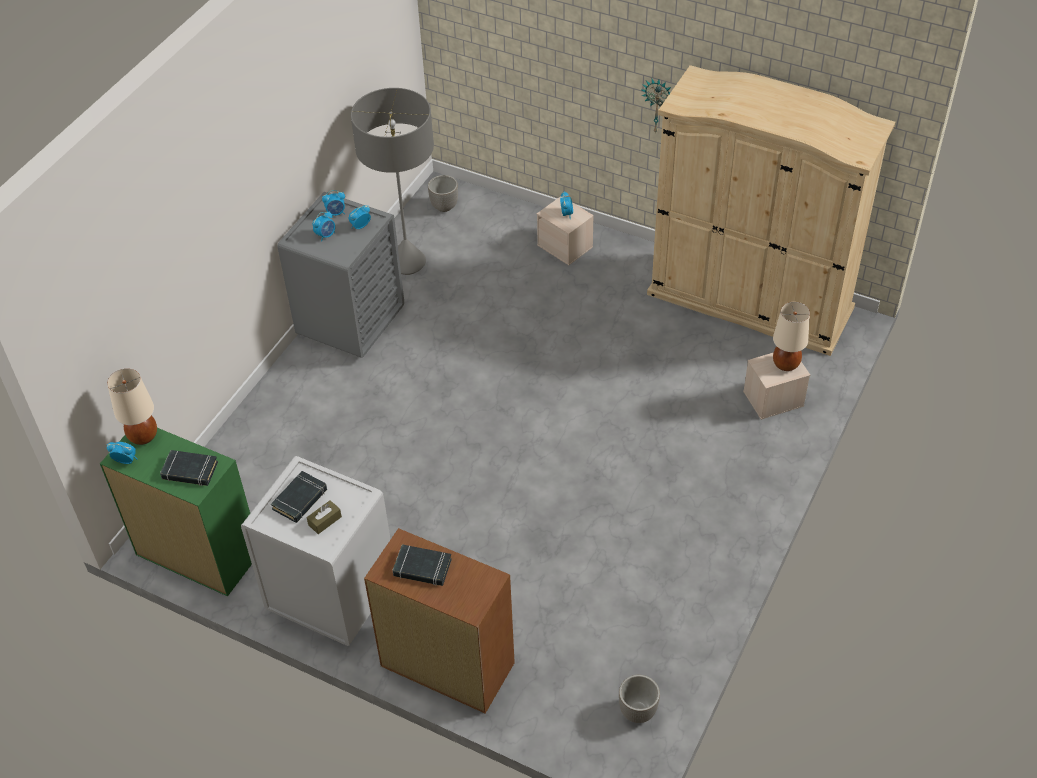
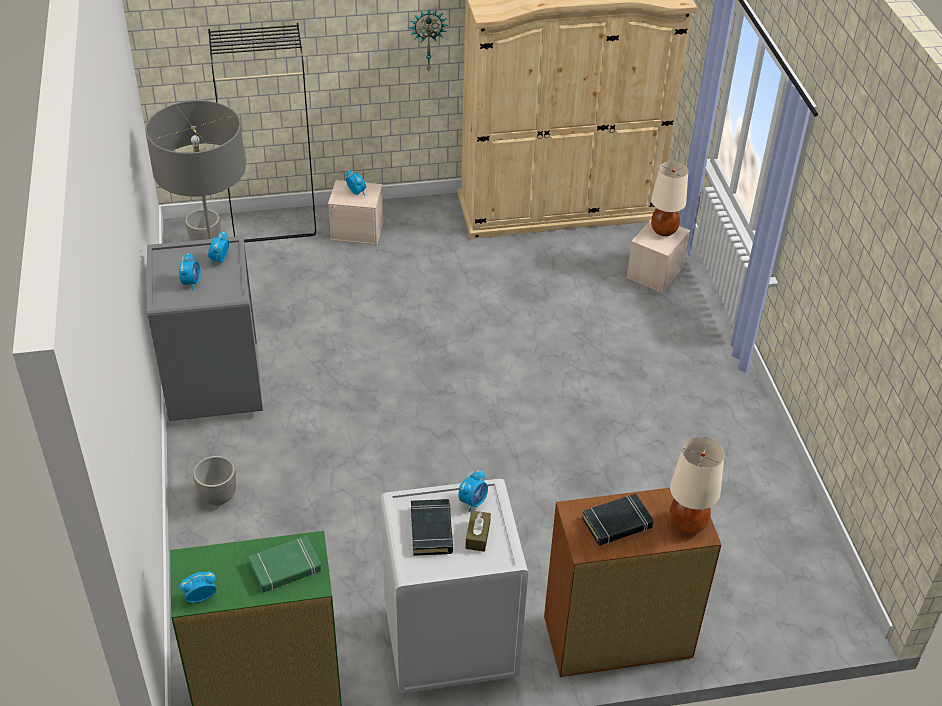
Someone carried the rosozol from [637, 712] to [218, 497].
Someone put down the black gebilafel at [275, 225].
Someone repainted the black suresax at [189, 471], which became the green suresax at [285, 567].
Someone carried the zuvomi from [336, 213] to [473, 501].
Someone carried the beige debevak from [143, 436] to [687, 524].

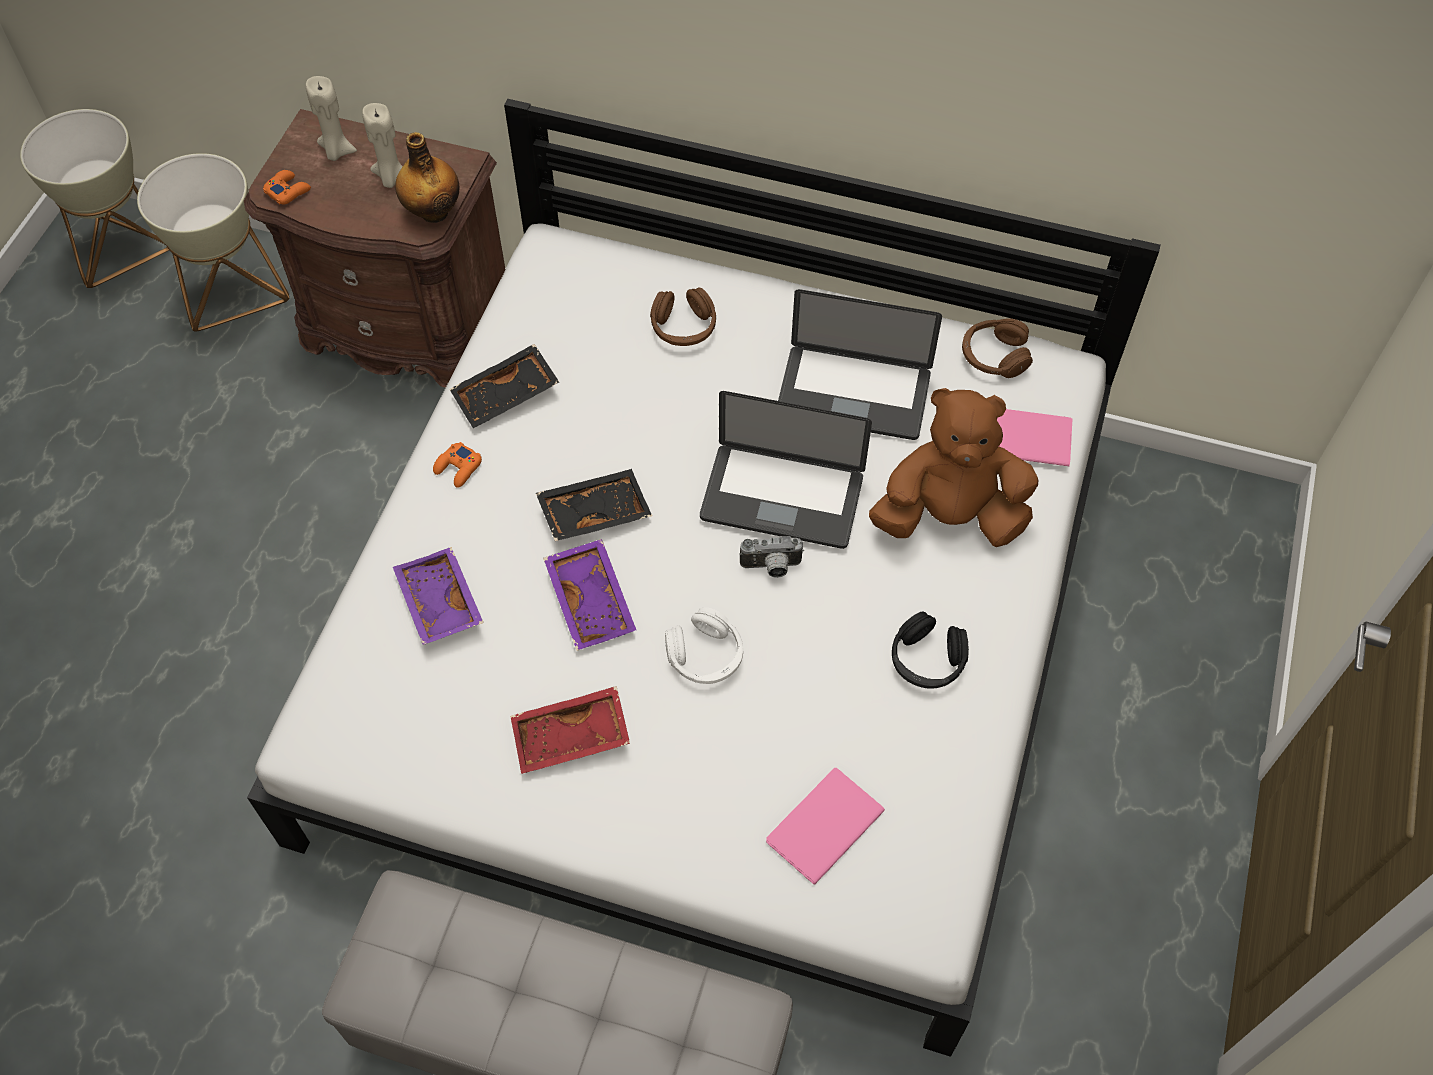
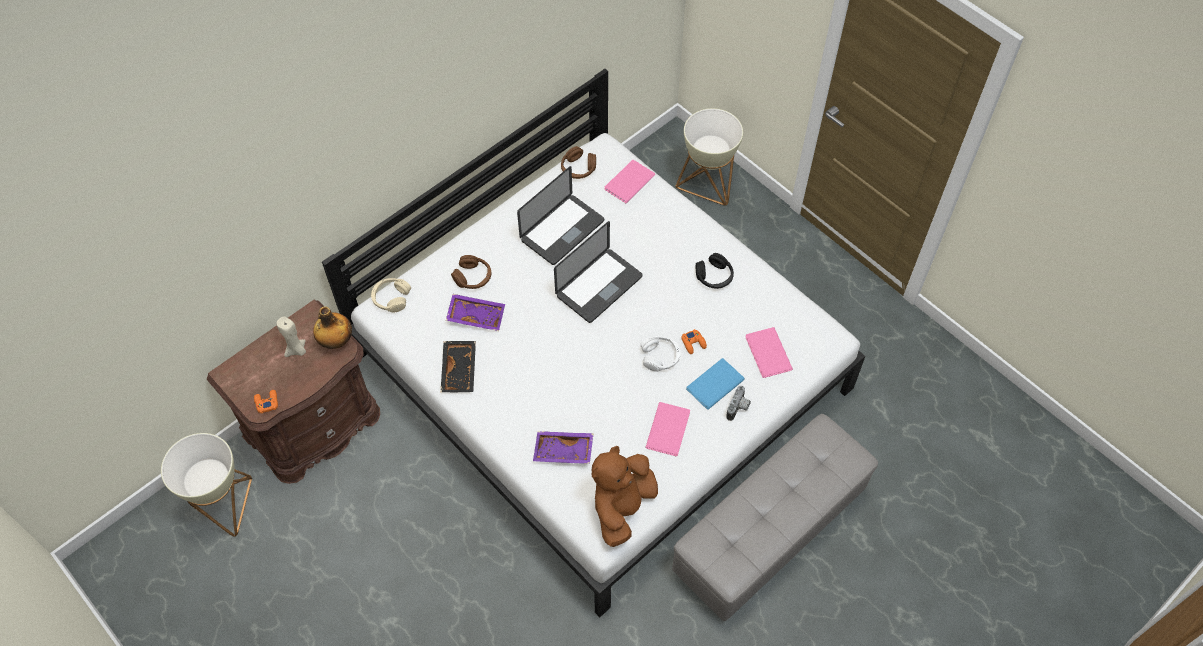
Someone put down the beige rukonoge at [391, 298].
Someone carried the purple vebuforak from [592, 601] to [476, 315].
Someone carried the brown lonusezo from [949, 516] to [622, 507].
Someone swapped the red vebuforak at [571, 739] for the pink suresax at [669, 428].
Someone carried the rosozol from [123, 251] to [707, 184].
Someone carried the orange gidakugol from [458, 468] to [693, 343].
Someone put down the blue suresax at [713, 384].
Someone carried the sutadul from [771, 567] to [738, 408].
Someone took away the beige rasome at [336, 151].
Someone took away the black vebuforak at [594, 511].

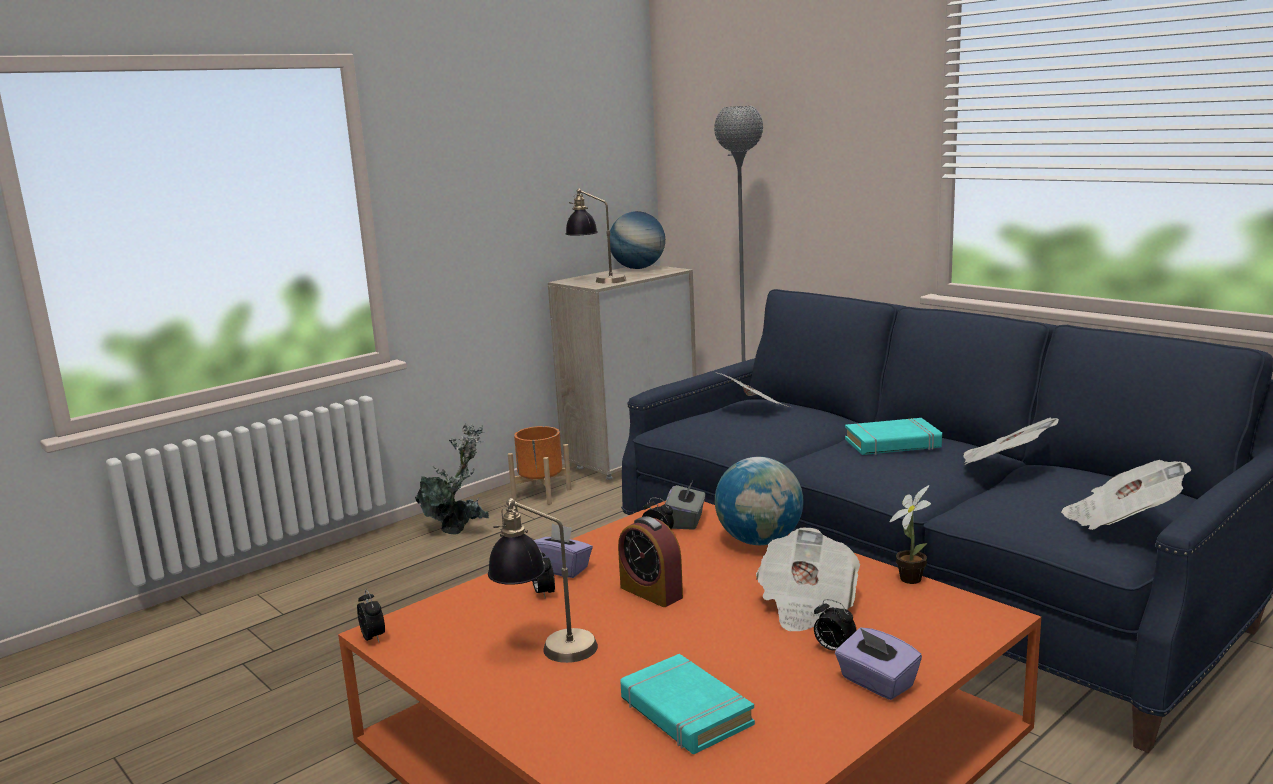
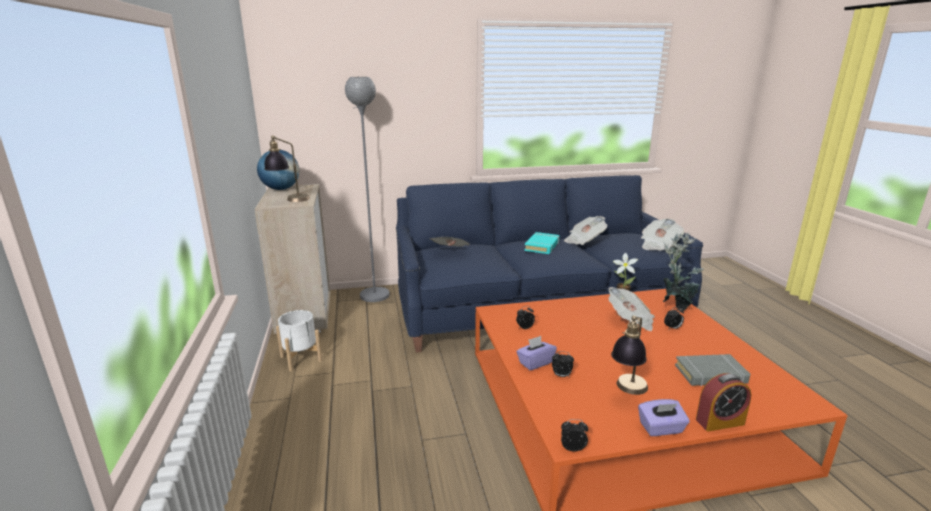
Someone repainted the orange rosozol at [541, 494], which became the white rosozol at [300, 359].
Someone carried the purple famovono from [876, 683] to [661, 428].
Someone carried the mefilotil from [458, 529] to [676, 307].
Someone repainted the turquoise suresax at [685, 712], which became the grey suresax at [711, 374].
Someone carried the zuvomi from [651, 592] to [720, 422].
Someone took away the grey famovono at [686, 521].
Someone took away the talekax at [759, 541].

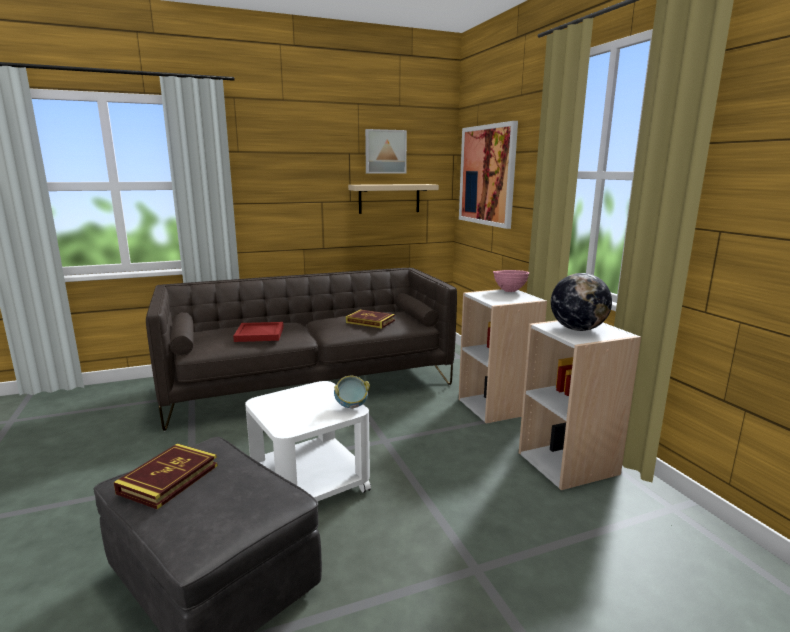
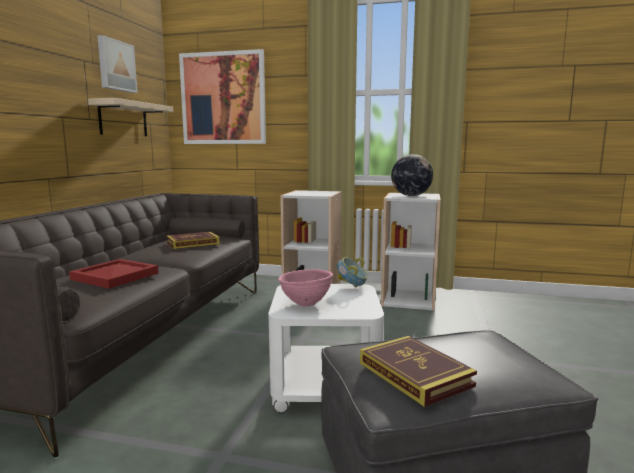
Someone carried the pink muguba from [509, 291] to [305, 304].

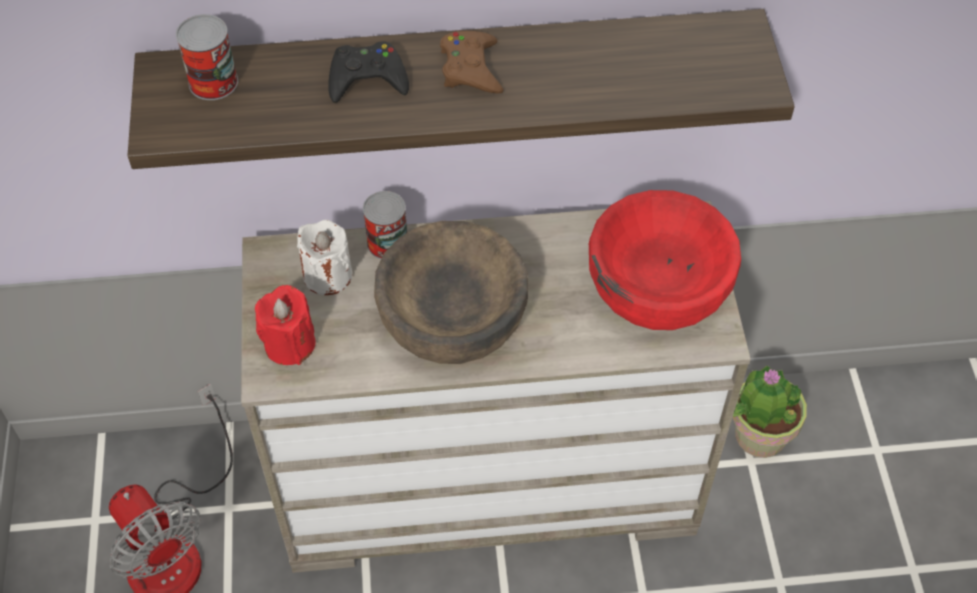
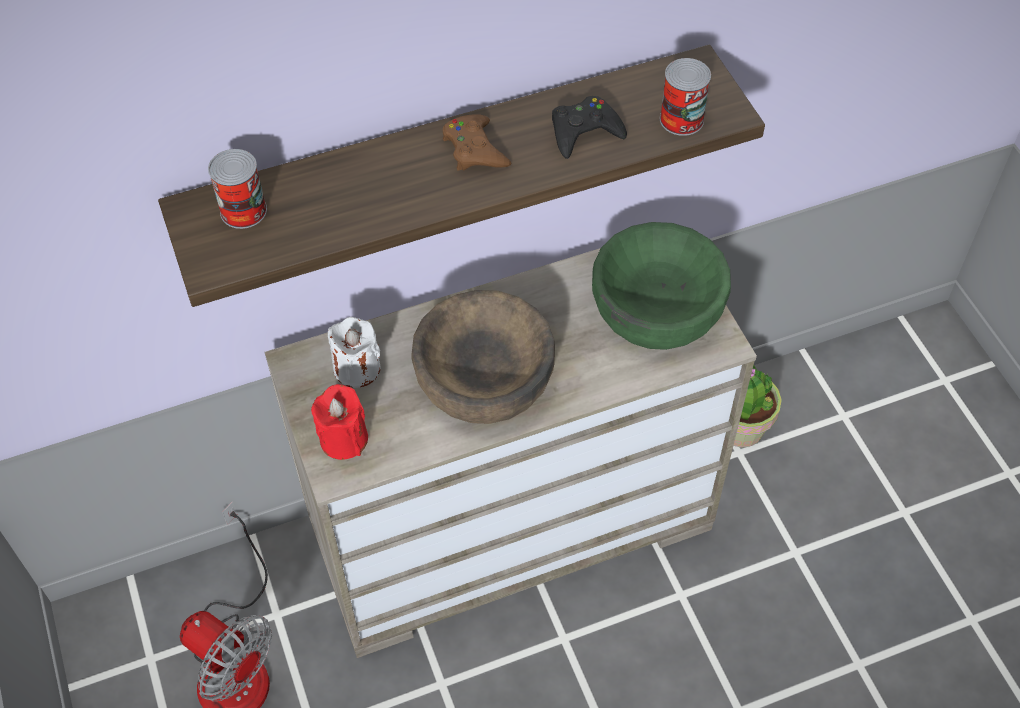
Someone carried the black gidakugol from [367, 79] to [584, 132].
Someone repainted the red muguba at [658, 286], which became the green muguba at [657, 310].
Someone carried the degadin from [387, 243] to [681, 119].

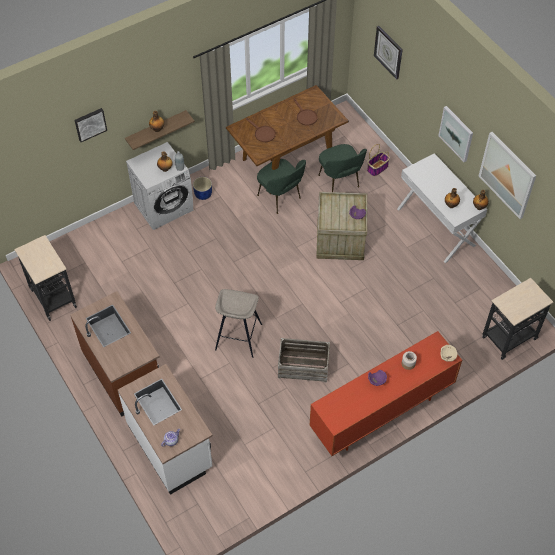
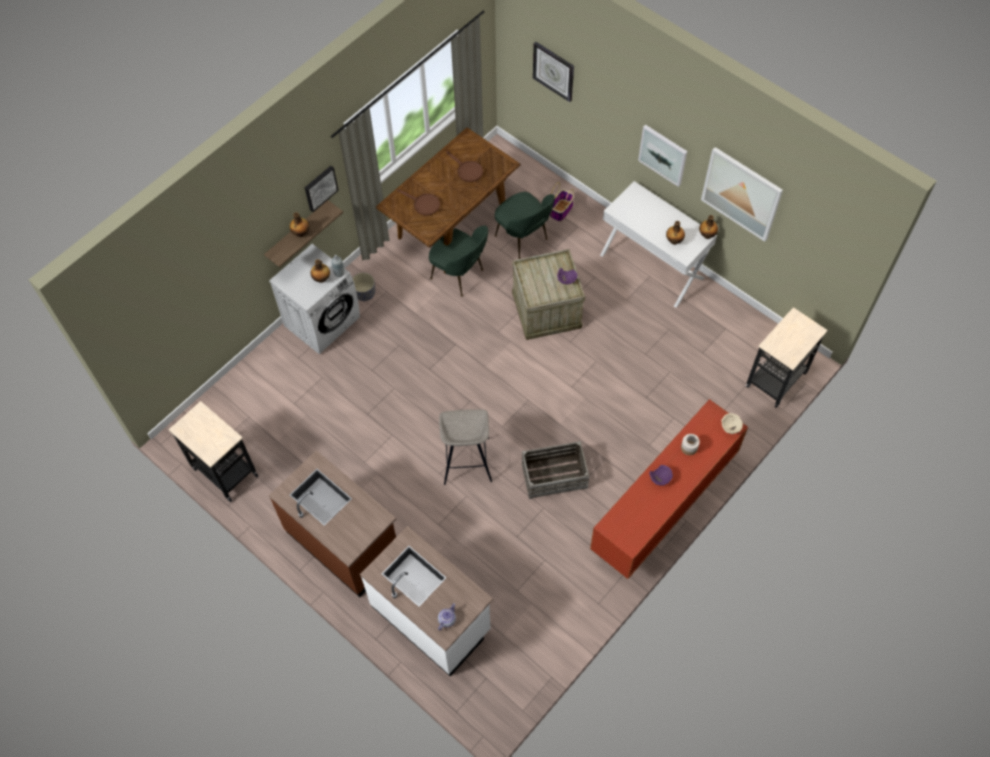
Someone carried the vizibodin from [90, 124] to [320, 187].
Someone repainted the blue rosozol at [203, 194], which became the grey rosozol at [365, 293].

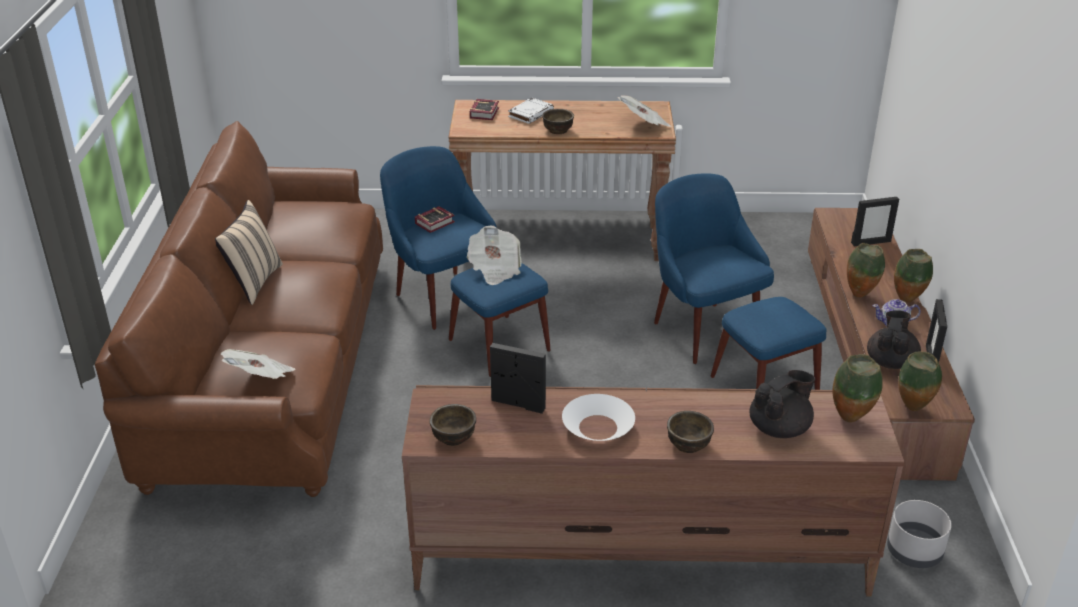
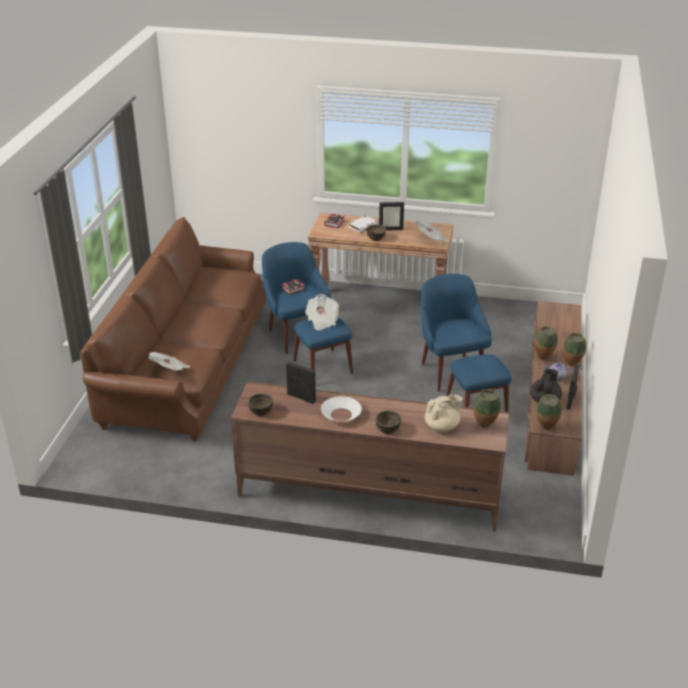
Someone carried the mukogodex from [871, 242] to [390, 229].
Someone repainted the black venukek at [780, 428], which became the beige venukek at [442, 426].
Someone took away the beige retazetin at [253, 282].
Someone took away the grey rosozol at [914, 551].

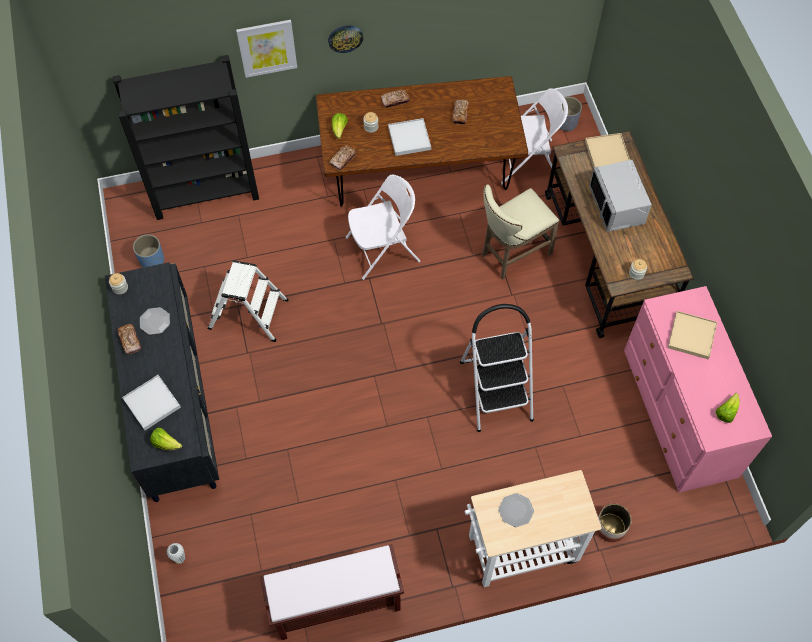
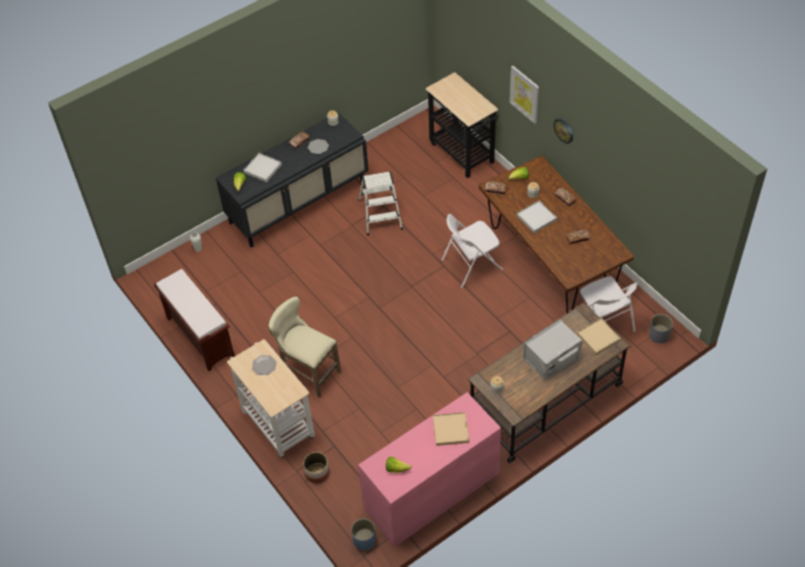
Someone carried the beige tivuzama from [512, 254] to [308, 372].
Someone carried the blue rosozol from [152, 260] to [364, 540].
Someone swapped the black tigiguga at [205, 191] for the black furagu at [462, 153].
Someone rotated the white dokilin at [383, 249] by 105 degrees clockwise.
Someone took away the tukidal at [496, 388].

